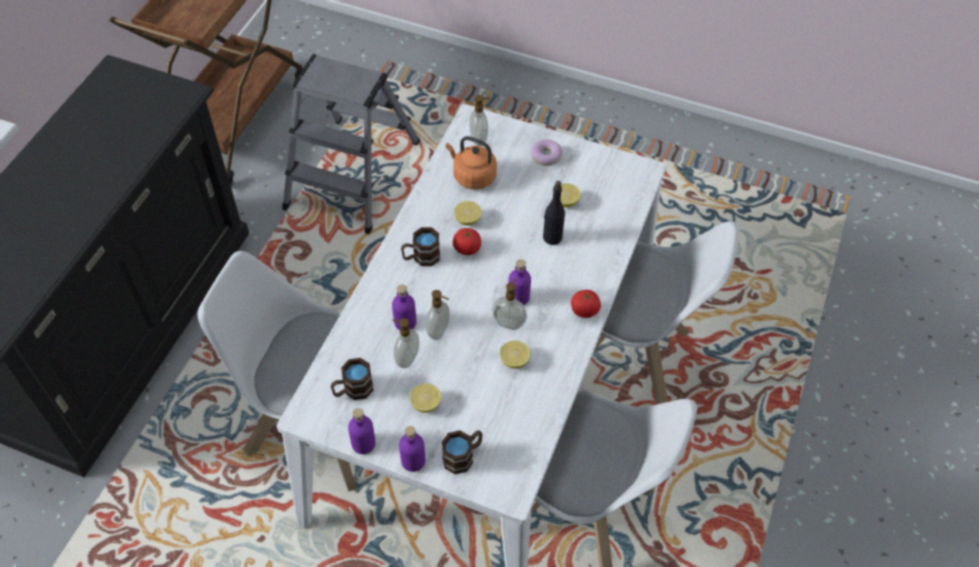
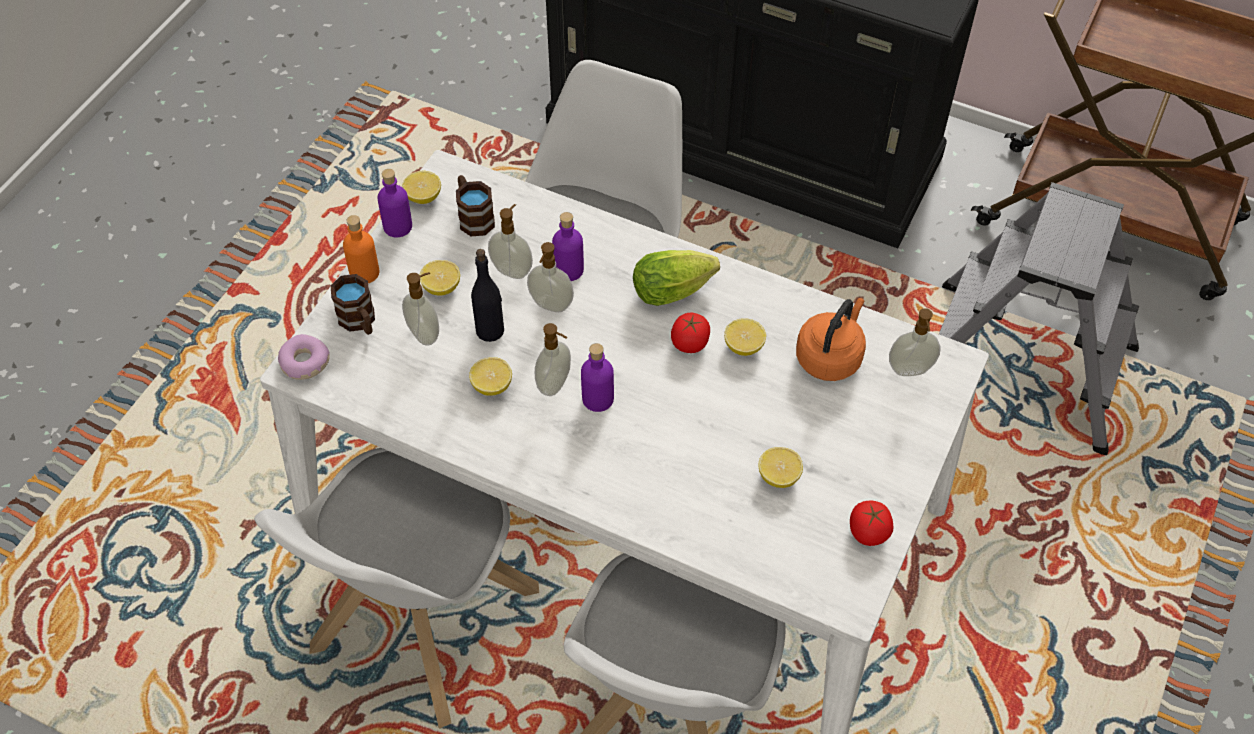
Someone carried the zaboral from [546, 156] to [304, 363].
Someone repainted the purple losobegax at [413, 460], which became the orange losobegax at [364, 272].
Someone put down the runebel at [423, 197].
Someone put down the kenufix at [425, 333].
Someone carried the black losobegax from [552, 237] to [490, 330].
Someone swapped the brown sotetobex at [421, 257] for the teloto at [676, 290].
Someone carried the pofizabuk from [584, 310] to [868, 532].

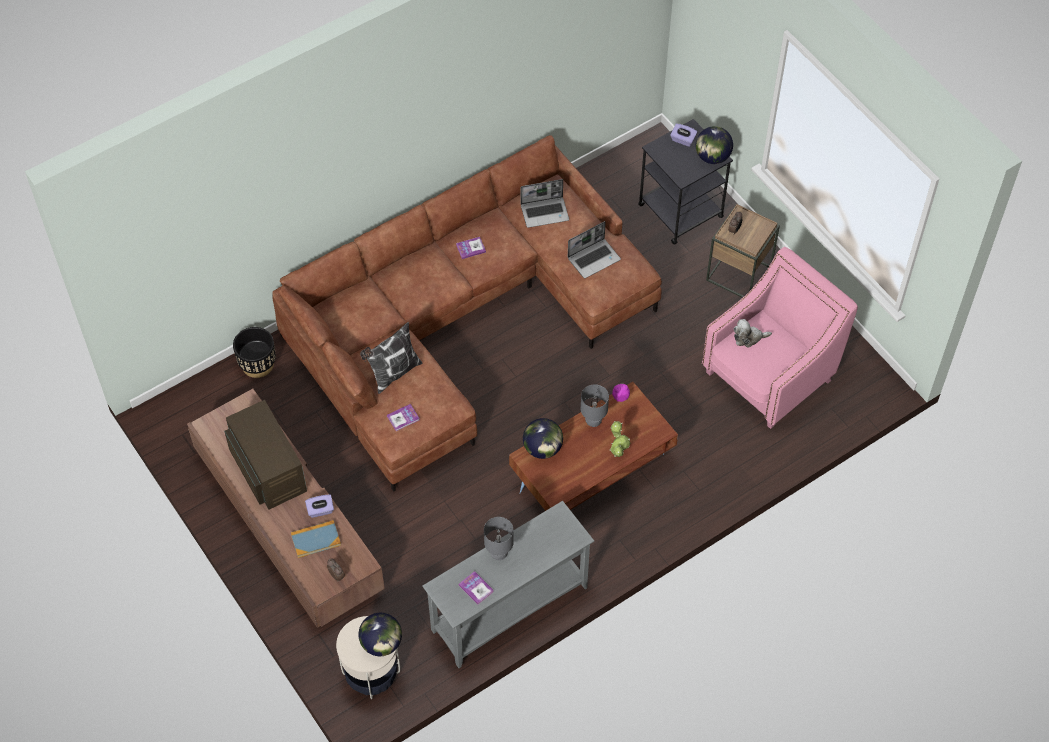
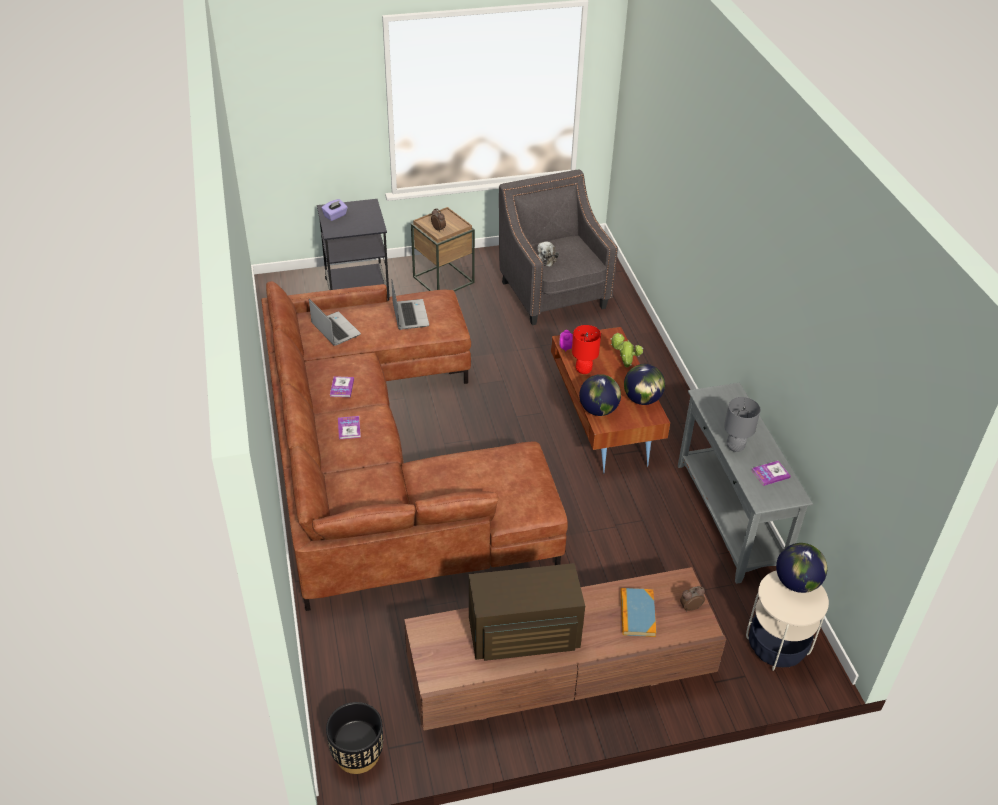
Someone rotated the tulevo at [545, 212] by 45 degrees counterclockwise.
Someone carried the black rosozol from [257, 364] to [357, 754].
Someone carried the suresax from [403, 418] to [349, 428].
Someone repainted the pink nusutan at [769, 375], which became the grey nusutan at [553, 294].
Someone repainted the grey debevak at [593, 422], which became the red debevak at [584, 371].
Someone carried the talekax from [712, 157] to [642, 399].
Someone took away the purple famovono at [320, 510].
Someone took away the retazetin at [393, 373].

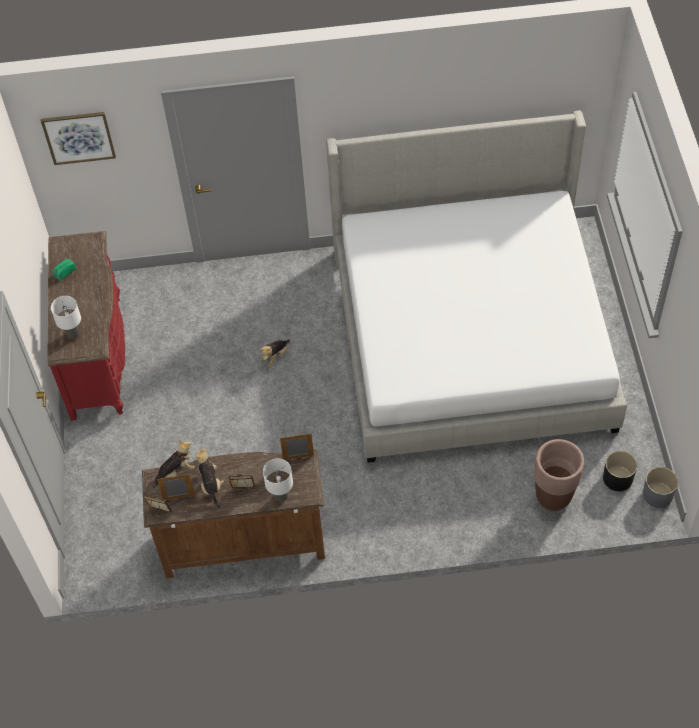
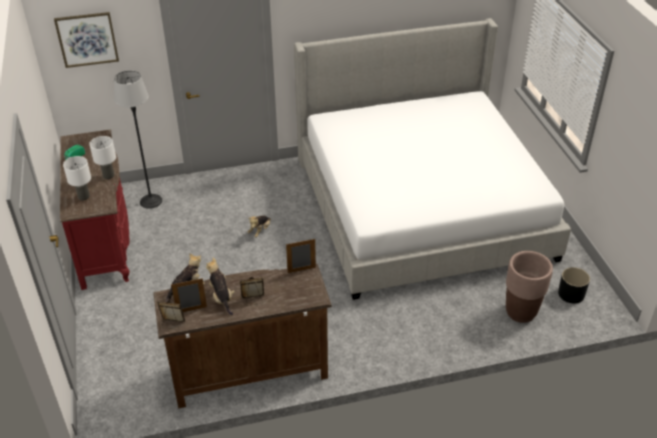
Someone carried the white debevak from [280, 496] to [108, 176].
Someone put down the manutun at [151, 201].
Someone took away the grey rosozol at [657, 495].

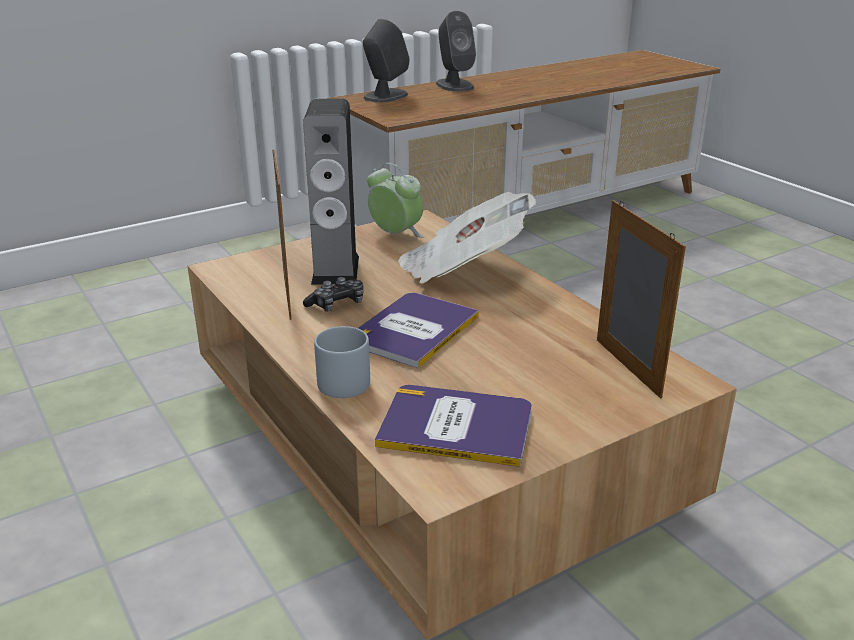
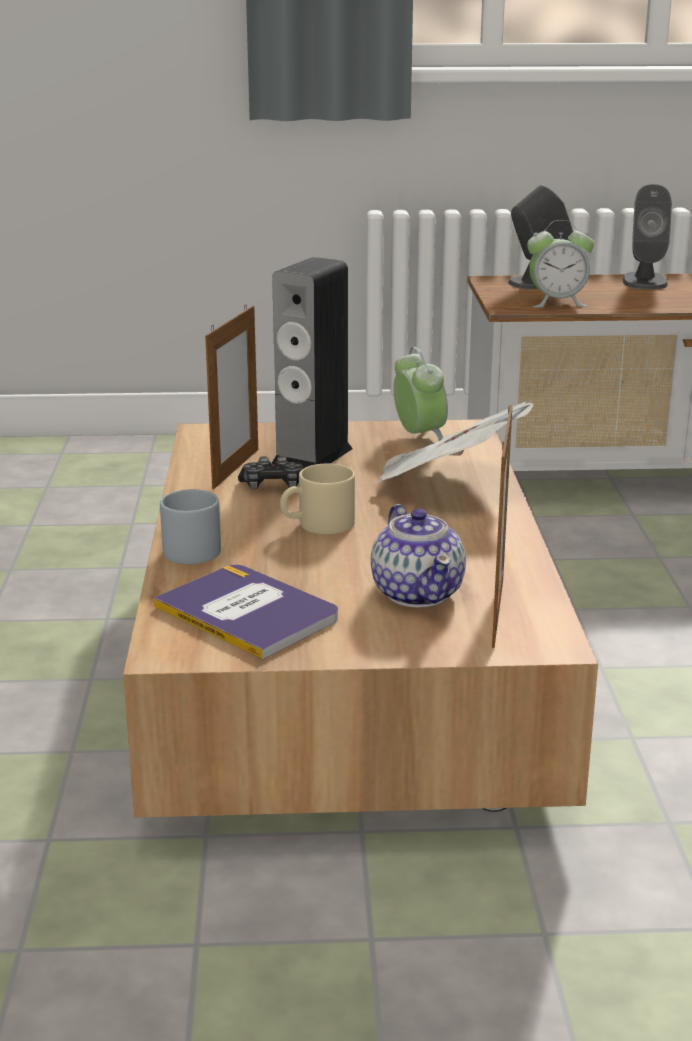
Someone swapped the suresax at [413, 330] for the beige sotetobex at [318, 525].
Someone put down the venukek at [418, 593].
Someone put down the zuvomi at [557, 303].

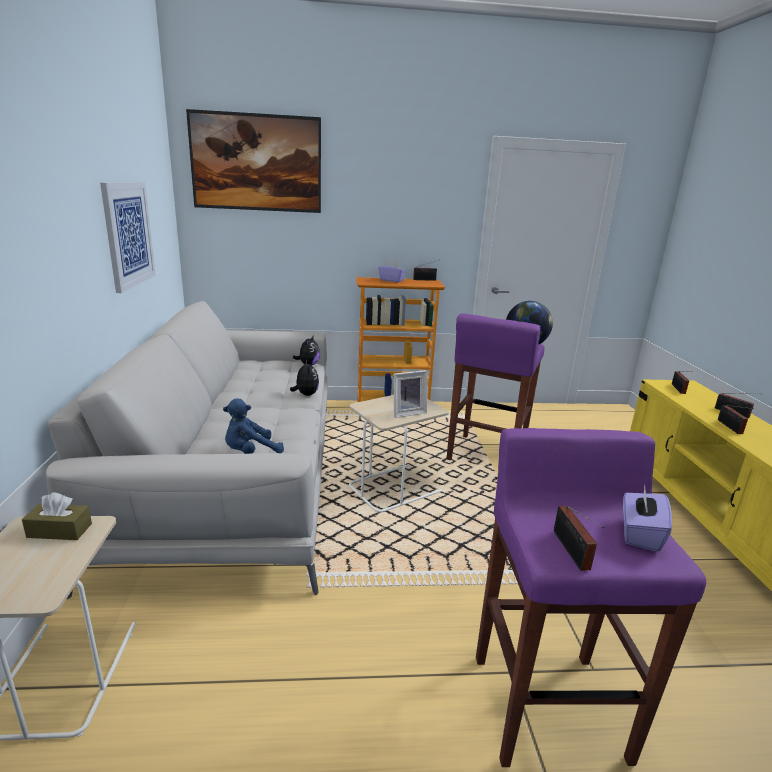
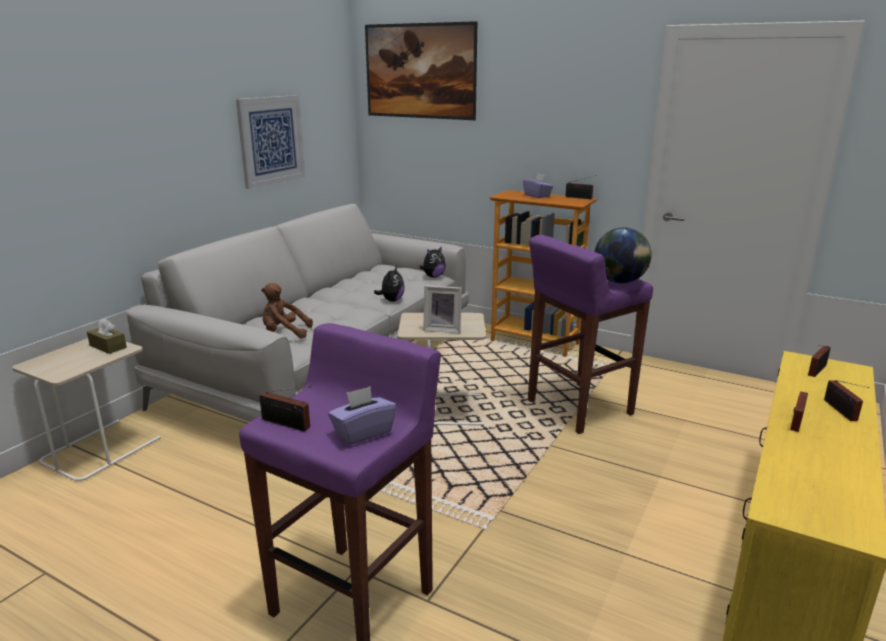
Someone rotated the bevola at [572, 552] by 90 degrees counterclockwise.
Someone repainted the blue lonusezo at [250, 452], which became the brown lonusezo at [284, 333].

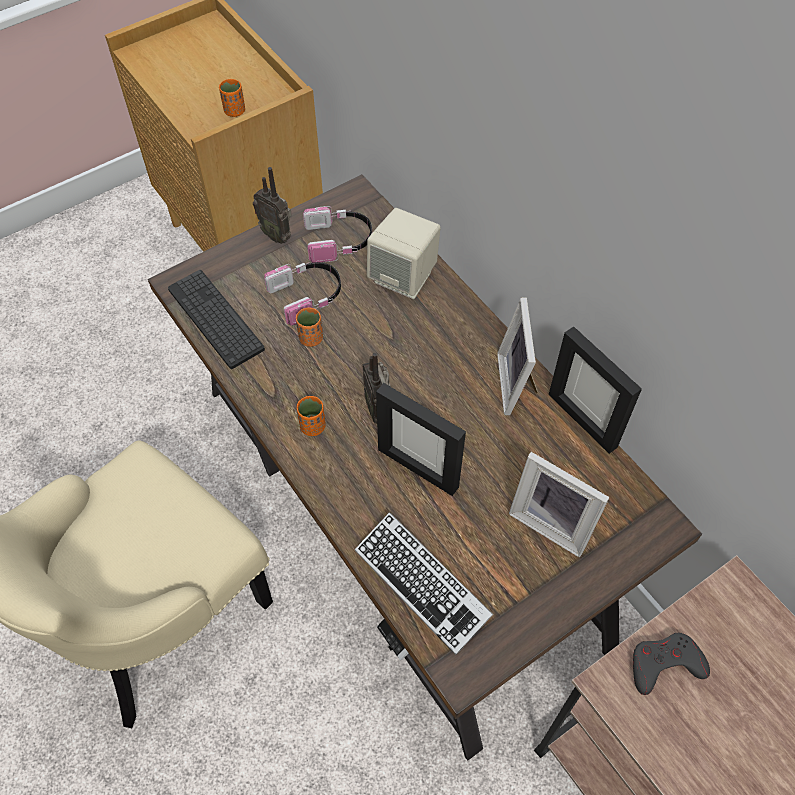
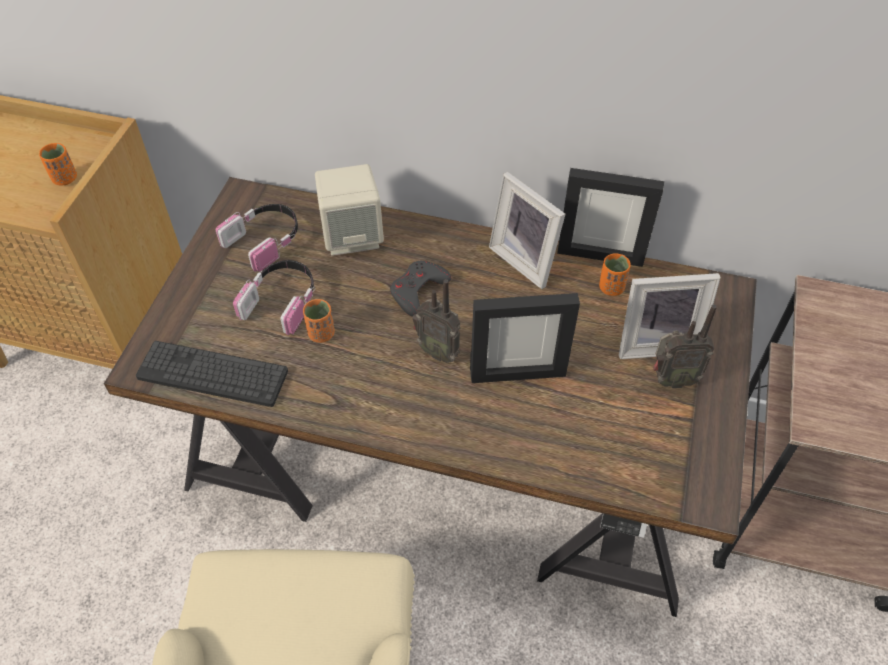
Someone carried the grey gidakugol from [664, 664] to [418, 291].
Someone carried the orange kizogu from [312, 426] to [611, 288].
Someone carried the bevola from [277, 235] to [671, 379].
Someone took away the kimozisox at [422, 584].

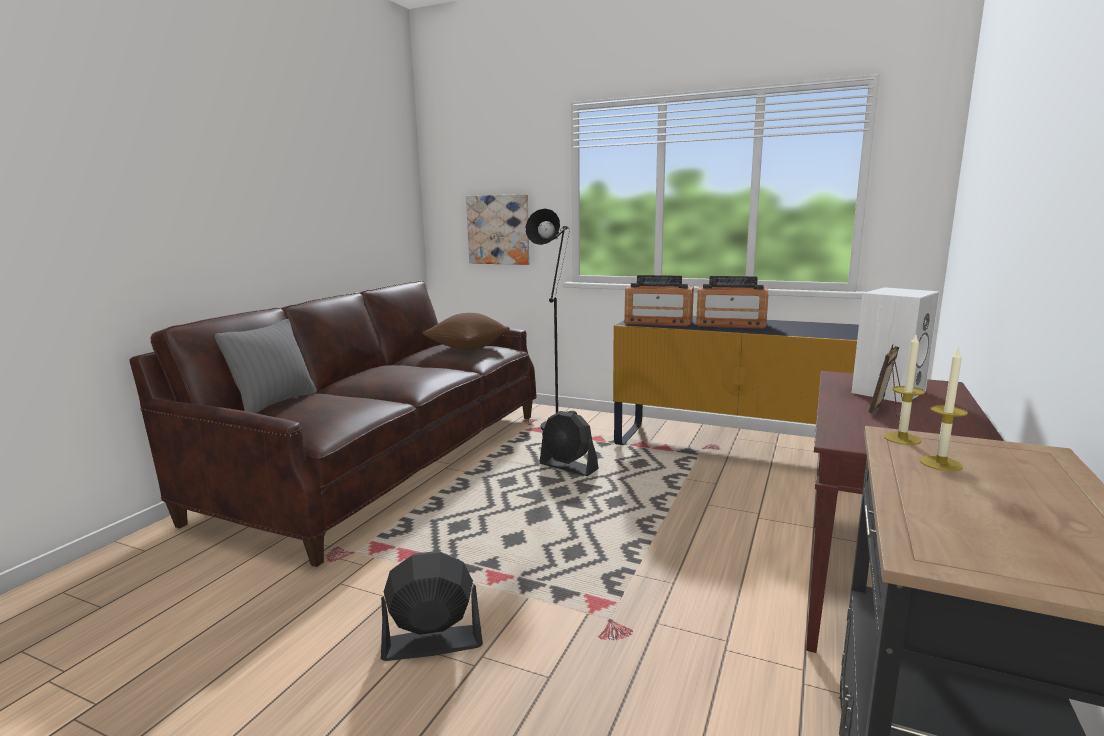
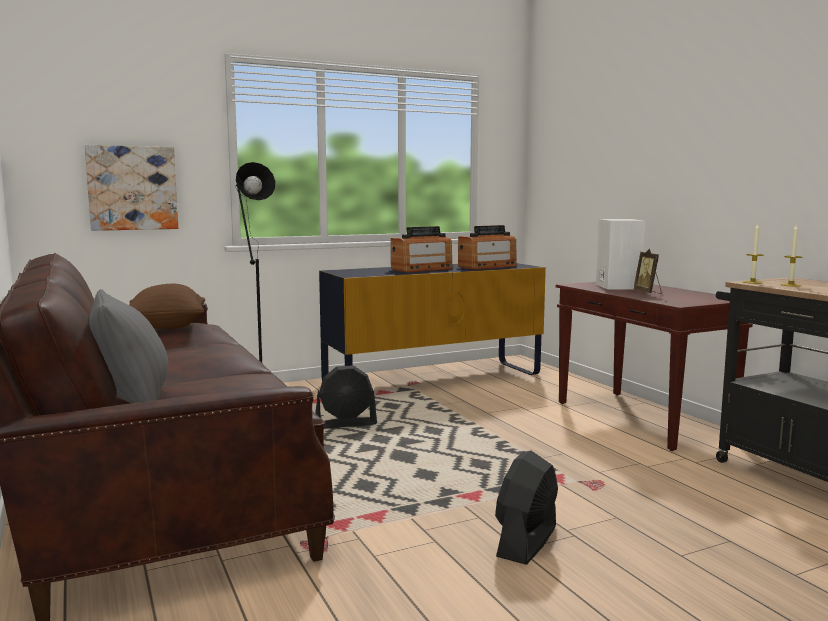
Someone carried the bevola from [658, 322] to [487, 266].

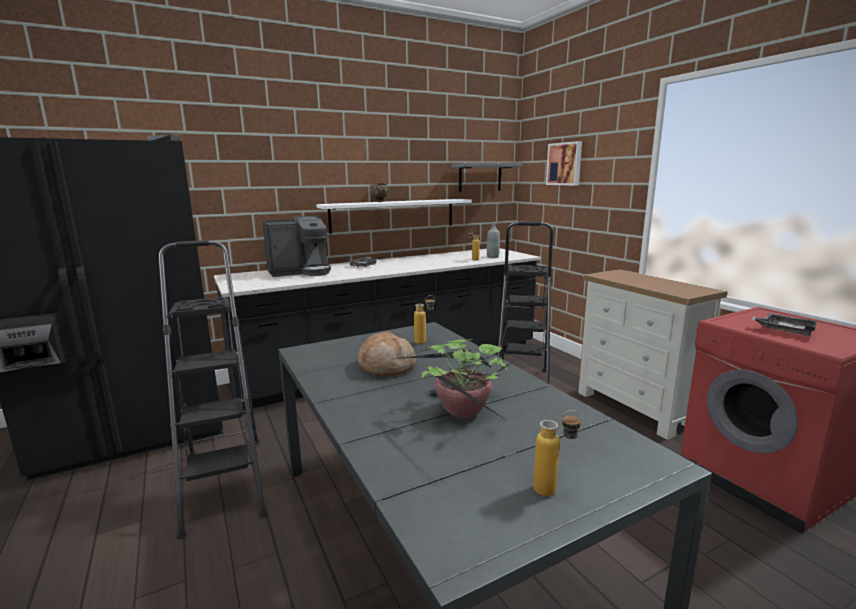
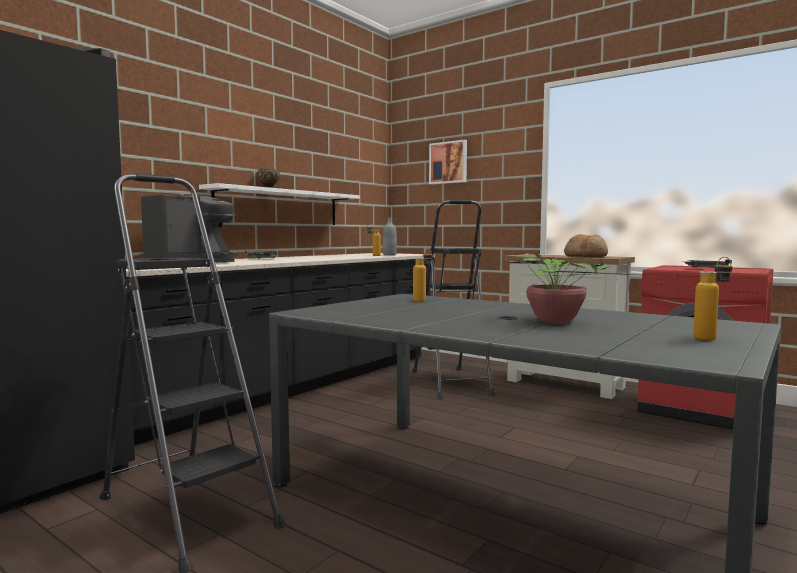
Someone carried the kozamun from [386, 366] to [586, 256].
Someone took away the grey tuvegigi at [480, 177].

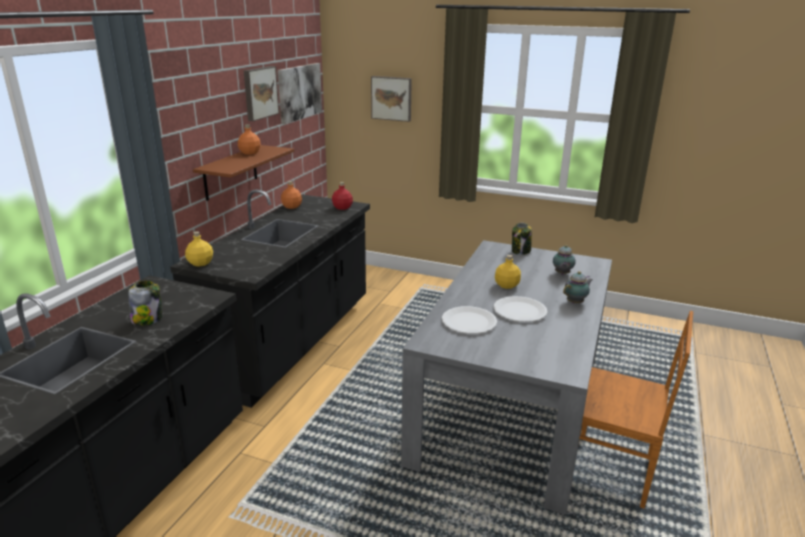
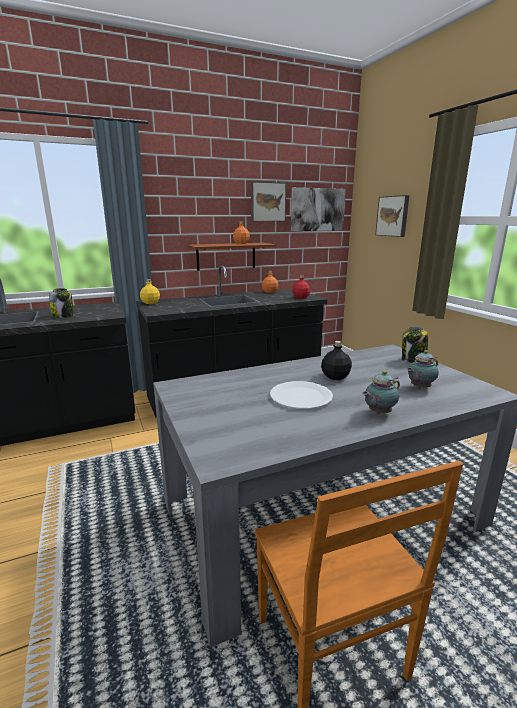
Someone repainted the yellow losobegax at [506, 285], which became the black losobegax at [335, 377].
Someone rotated the venukek at [576, 302] by 135 degrees clockwise.
Someone took away the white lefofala at [469, 321].

